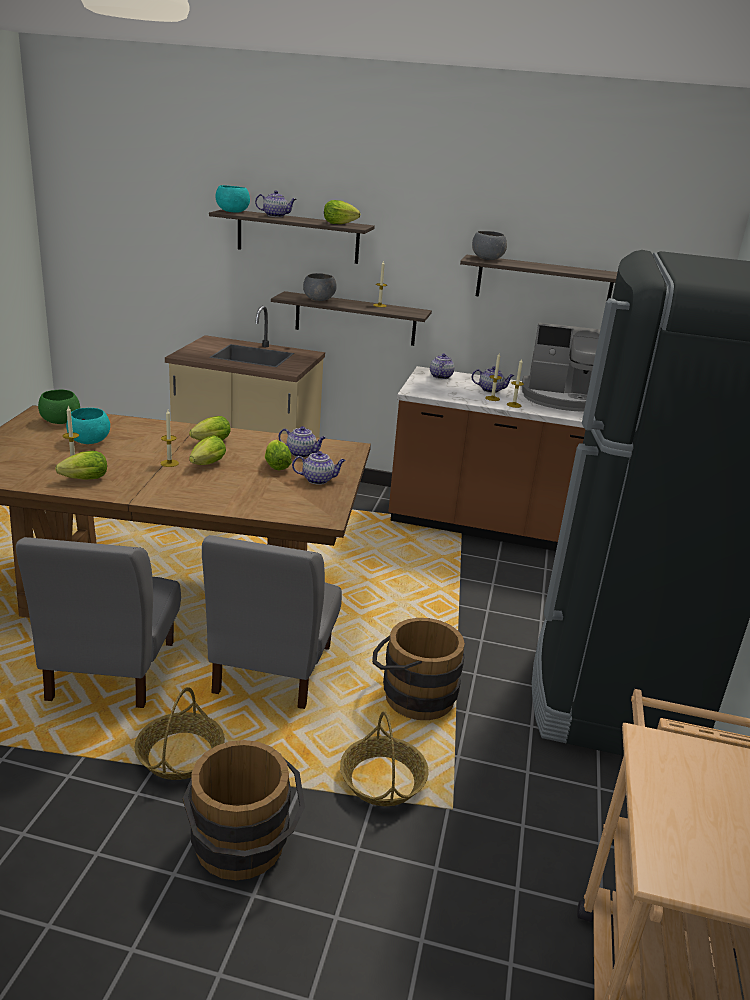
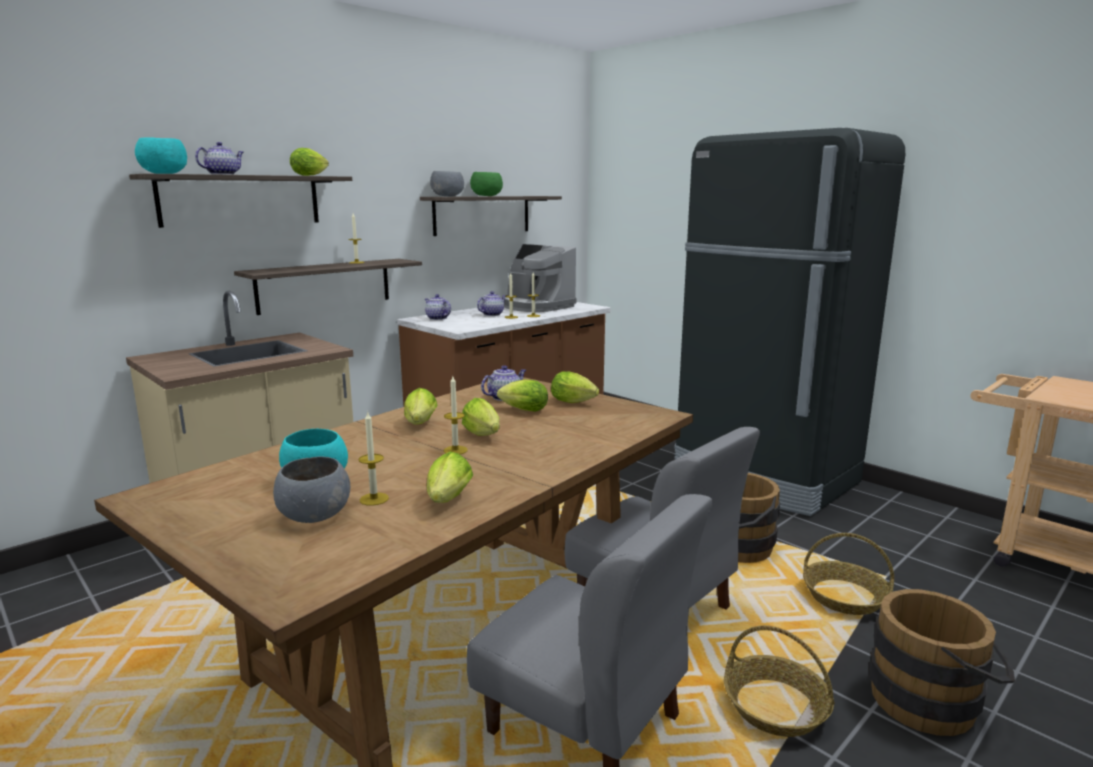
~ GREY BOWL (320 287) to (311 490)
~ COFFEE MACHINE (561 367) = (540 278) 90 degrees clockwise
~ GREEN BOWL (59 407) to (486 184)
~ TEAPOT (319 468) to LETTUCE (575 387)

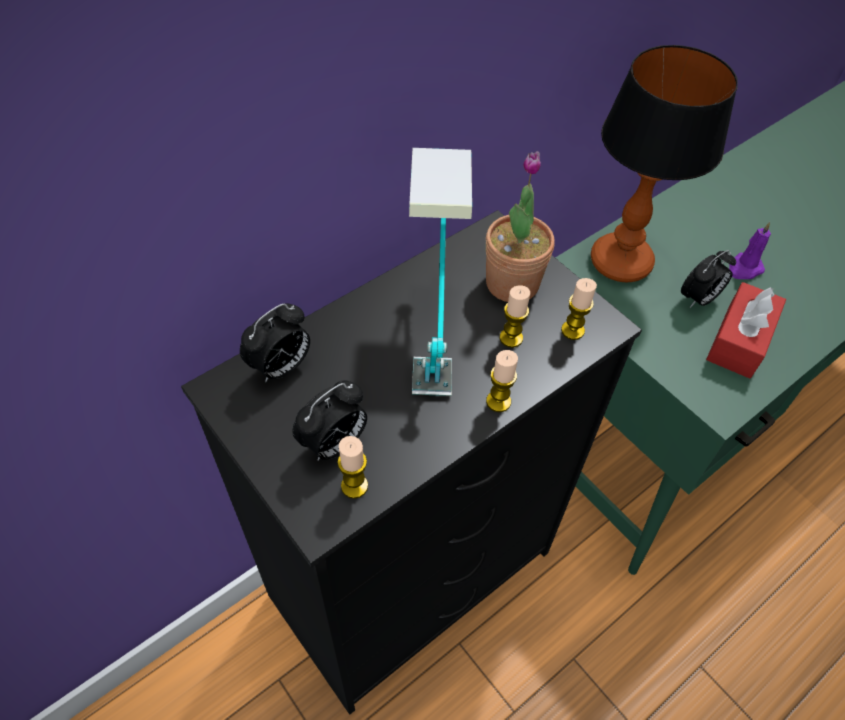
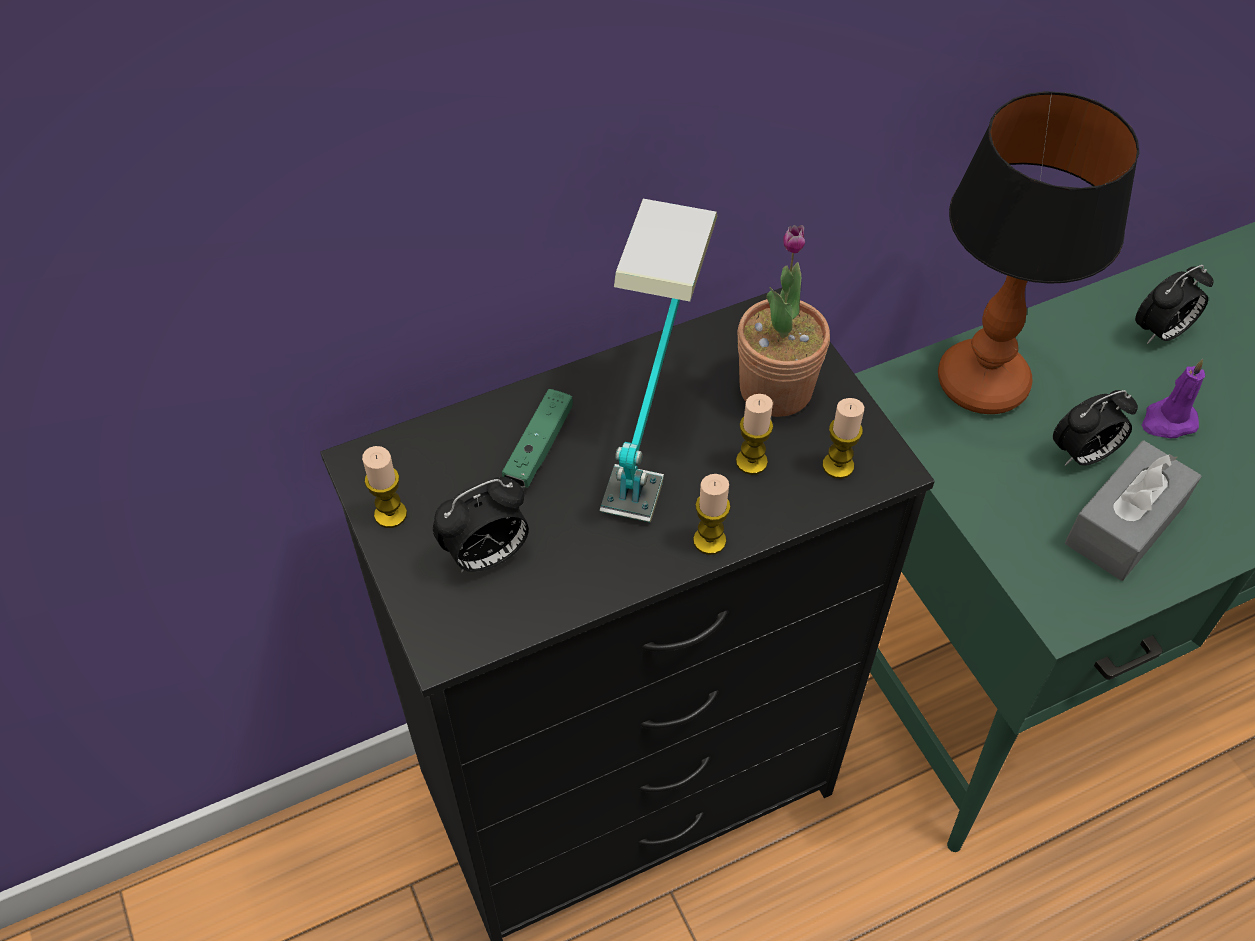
~ RED TISSUE BOX (746 330) to GREY TISSUE BOX (1133 511)
~ ALARM CLOCK (275 342) to (1174 304)
~ CANDLE (352 467) to (384 487)
+ GREEN GAME CONTROLLER (537 438)

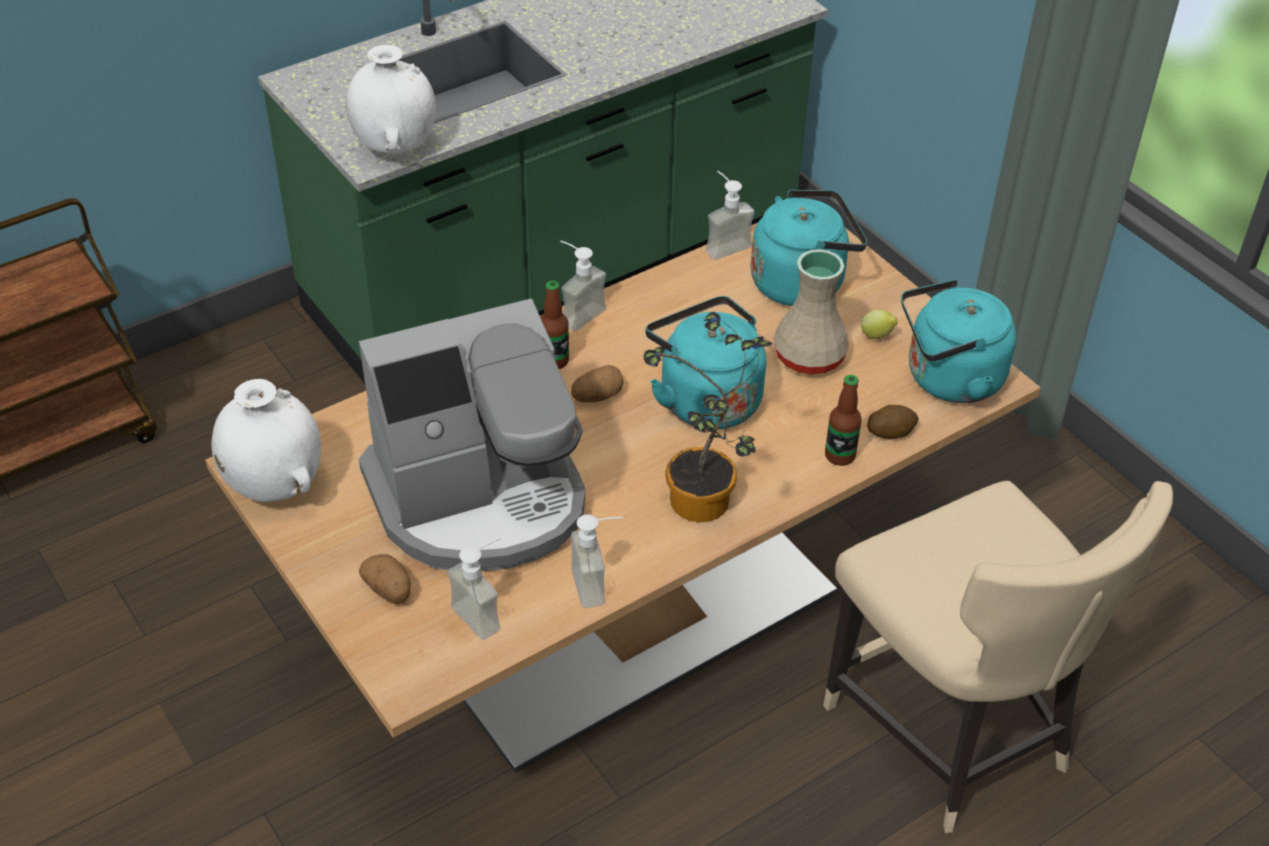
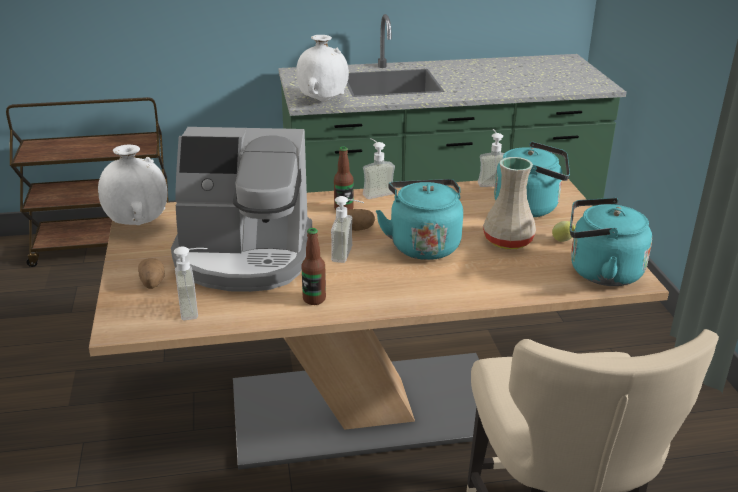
- POTTED PLANT (707 417)
~ BOTTLE (843 420) to (313 266)
- POTATO (893 422)
~ SOAP DISPENSER (597 561) to (347 229)

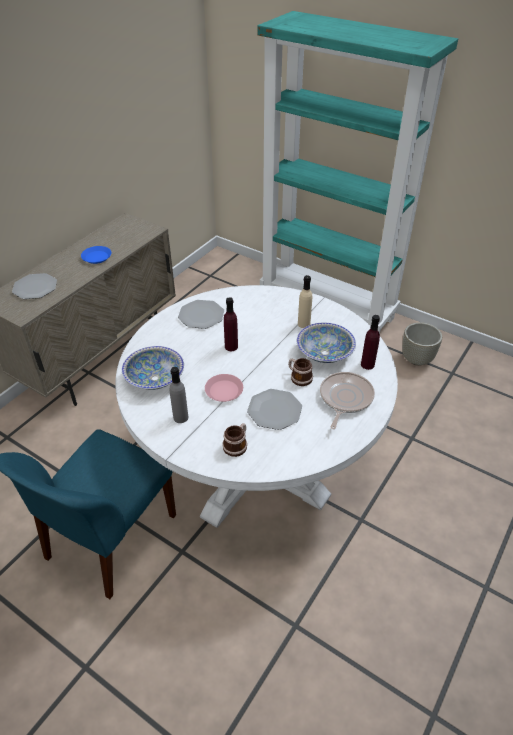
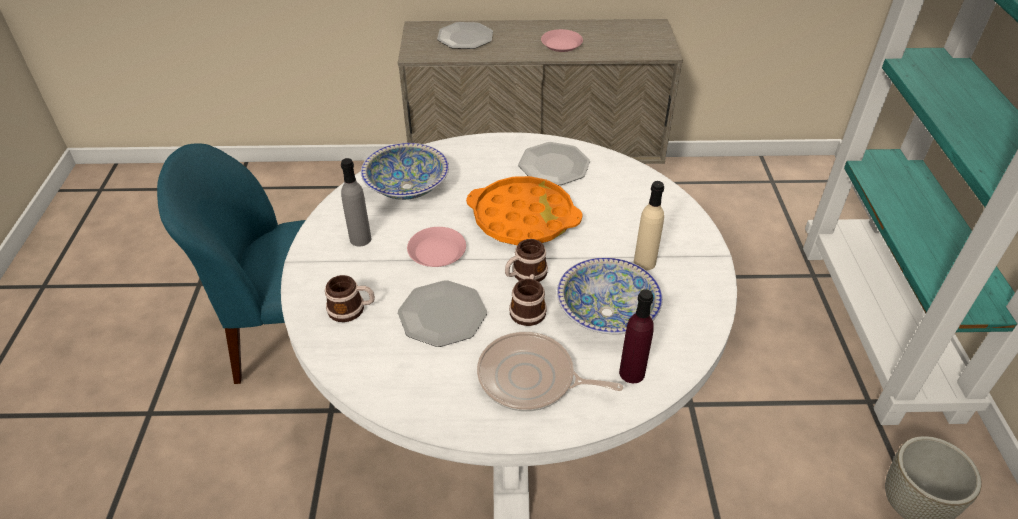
~ BLUE PLATE (96 255) to PINK PLATE (562 40)
~ PURPLE BOTTLE (231 324) to ORANGE TRAY (524 210)
~ FRYING PAN (347 400) = (550 371) 150 degrees counterclockwise
+ MUG (526 260)

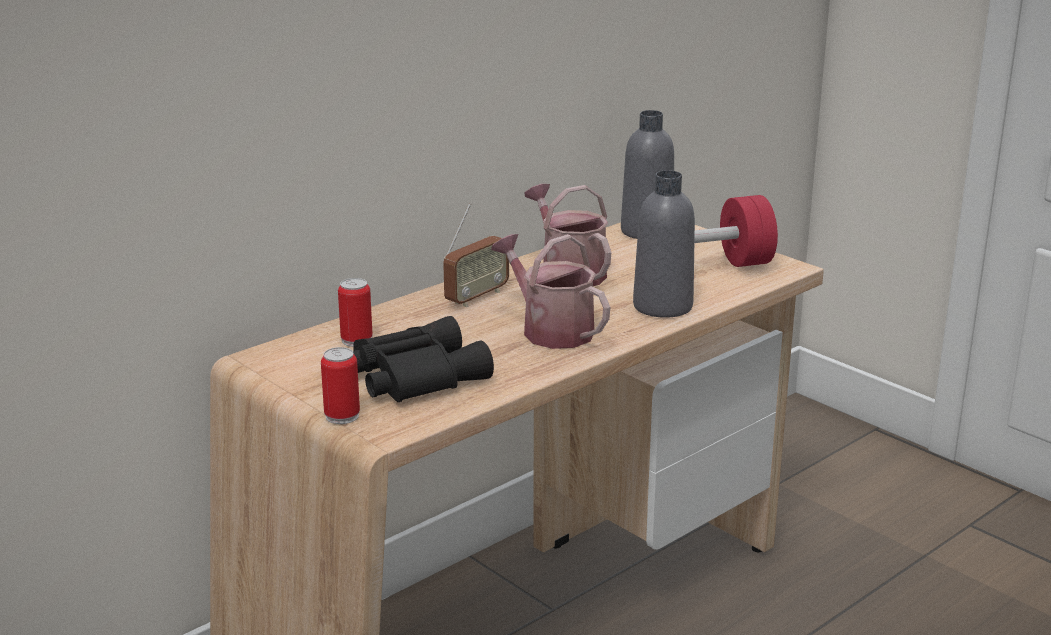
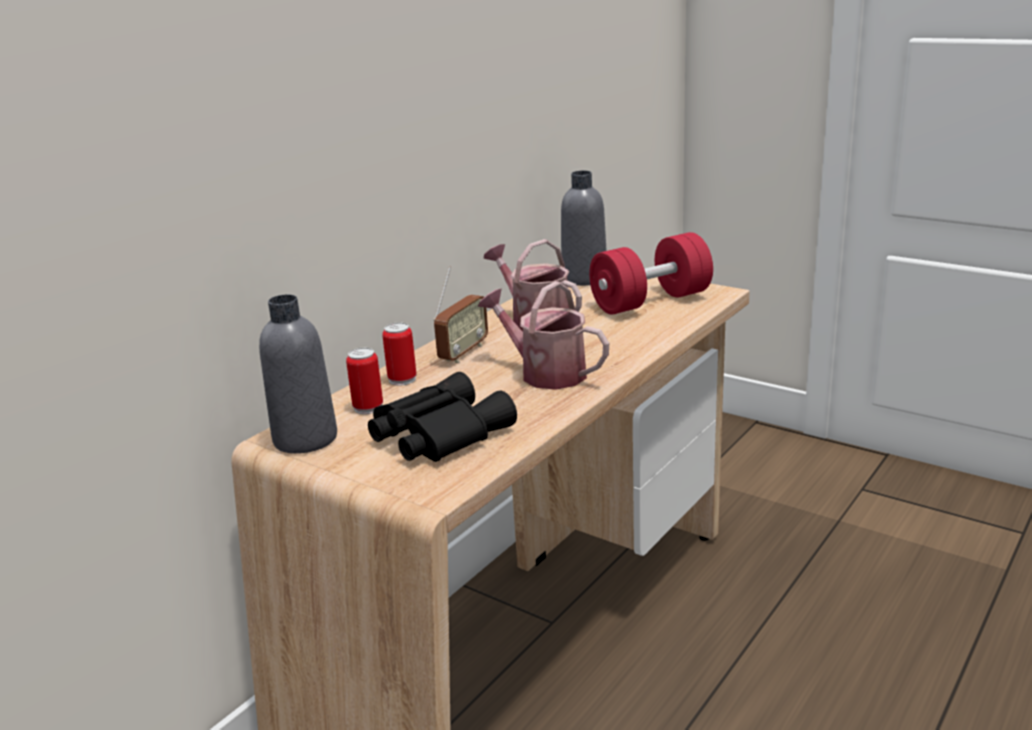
~ GREY BOTTLE (664 244) to (298 374)
~ CAN (340 385) to (399 353)

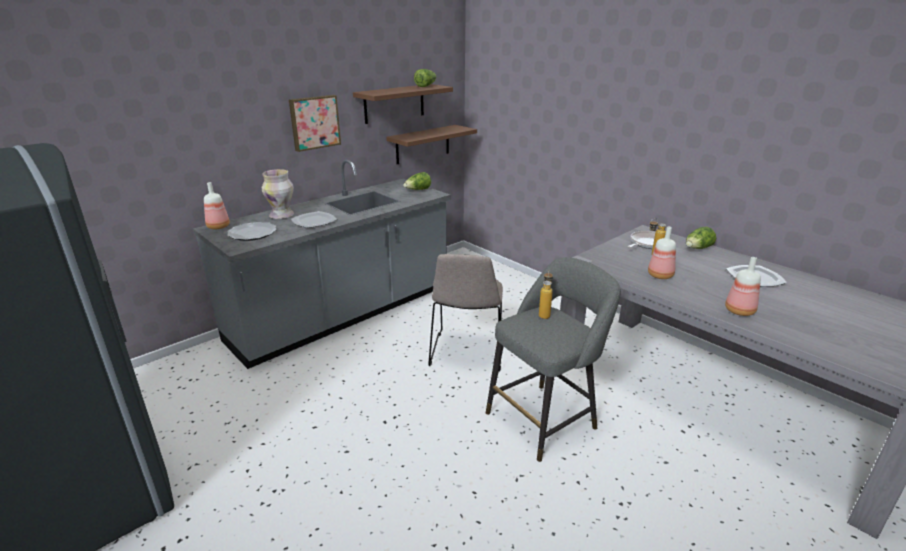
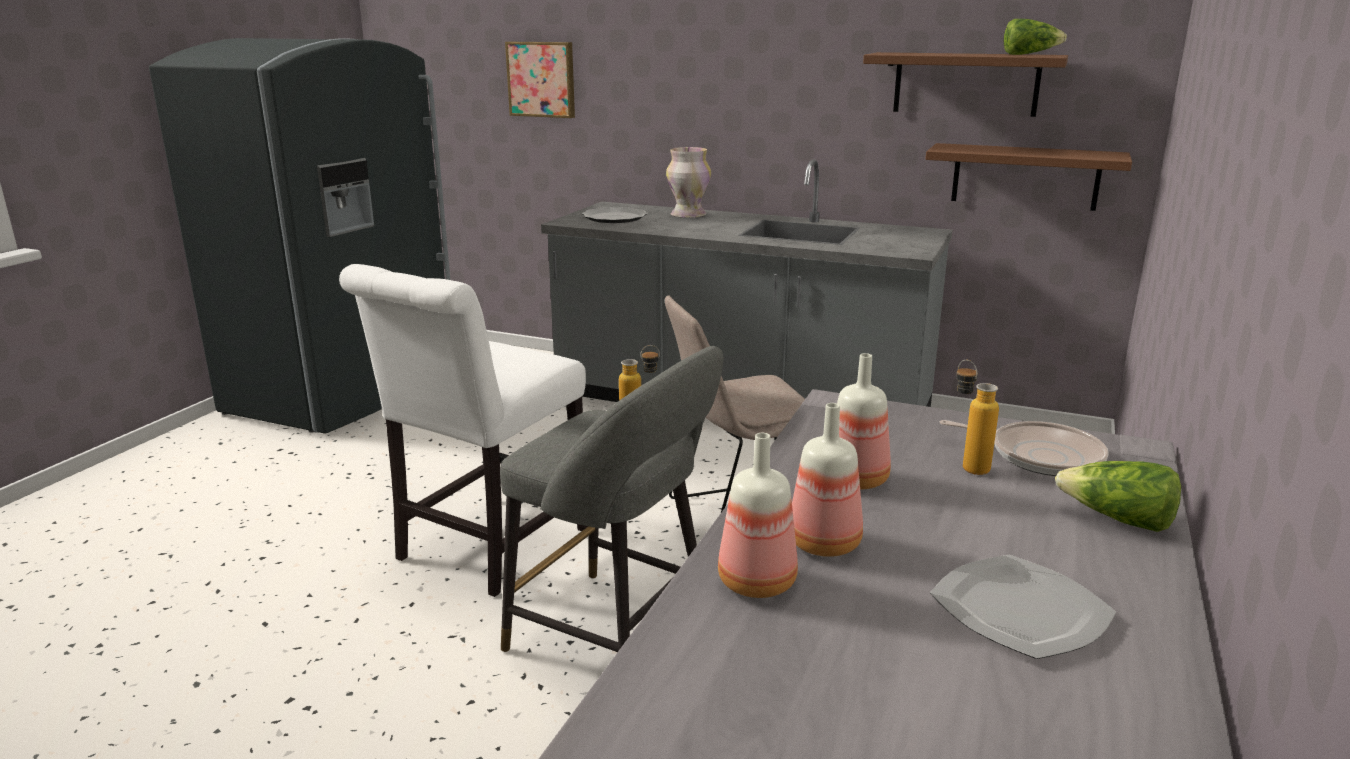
~ PICTURE (315 123) to (540 80)
- LETTUCE (417 181)
~ BOTTLE (217 205) to (827 480)
- PLATE (314 219)
+ WHITE CHAIR (463 430)

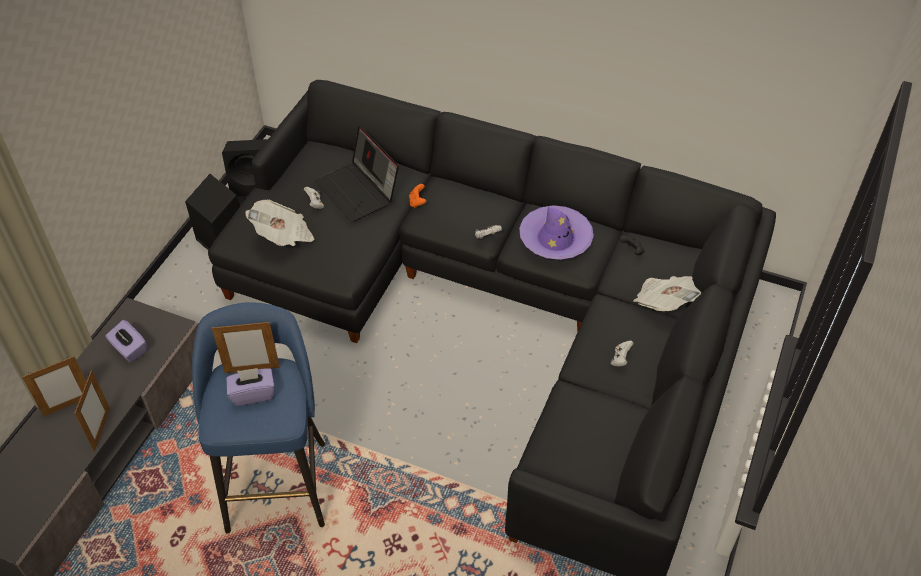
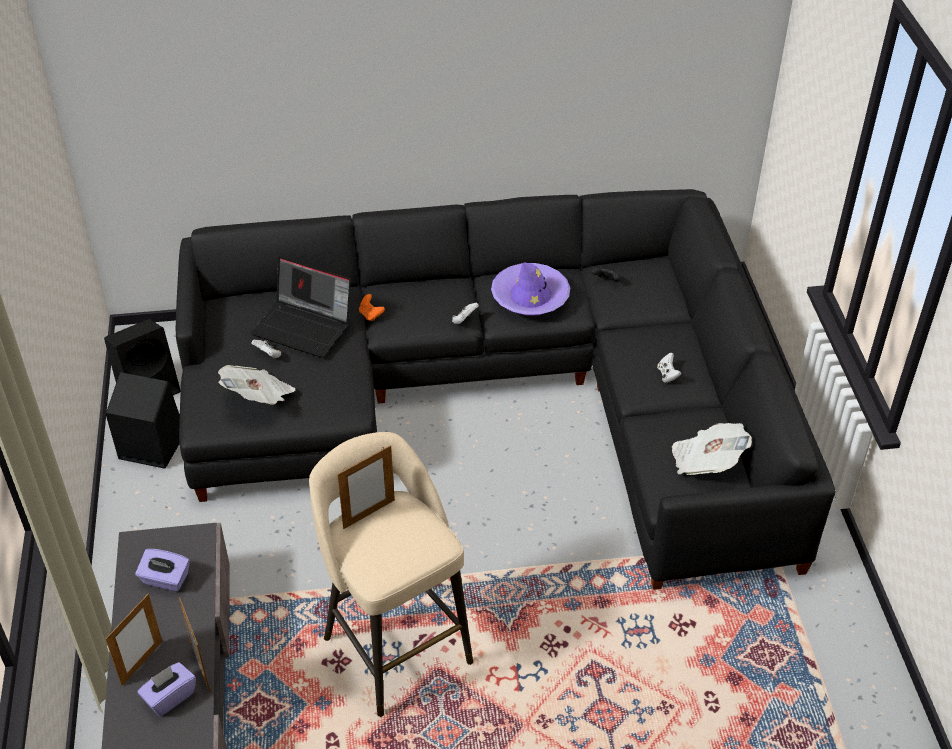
~ NEWSPAPER (667 293) to (712 449)
~ BLUE STOOL (258 418) to BEIGE STOOL (391 574)
~ PURPLE TISSUE BOX (250 387) to (166 689)

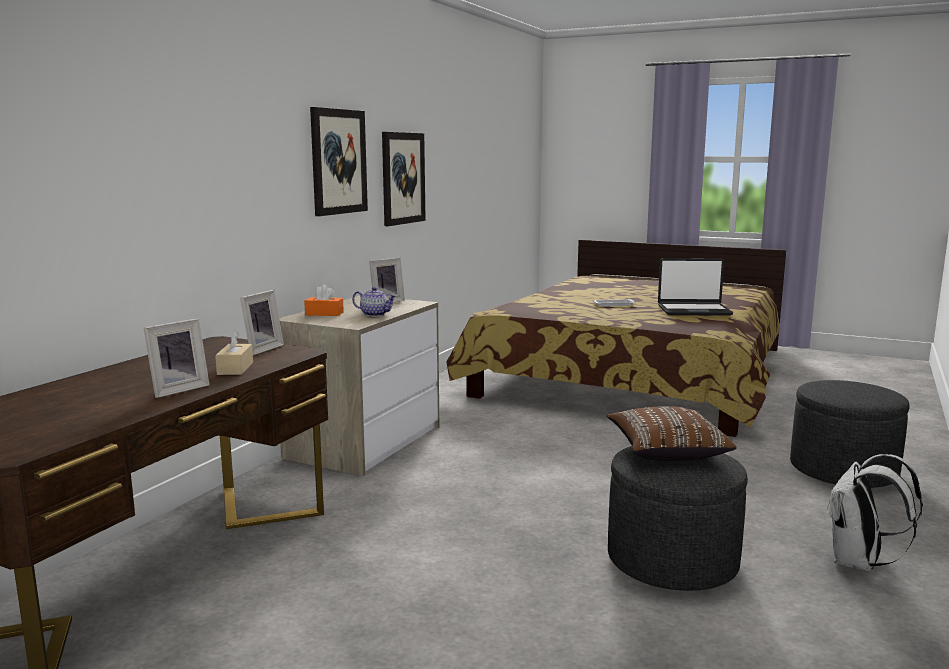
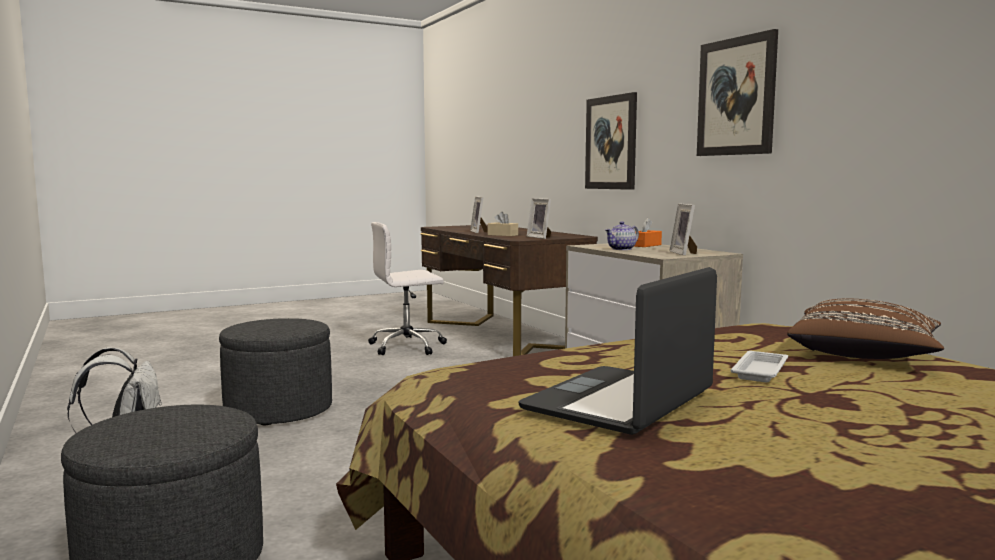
~ PICTURE (404 179) to (611 141)
~ BROWN PILLOW (671 433) to (865 328)
+ WHITE OFFICE CHAIR (408 288)

